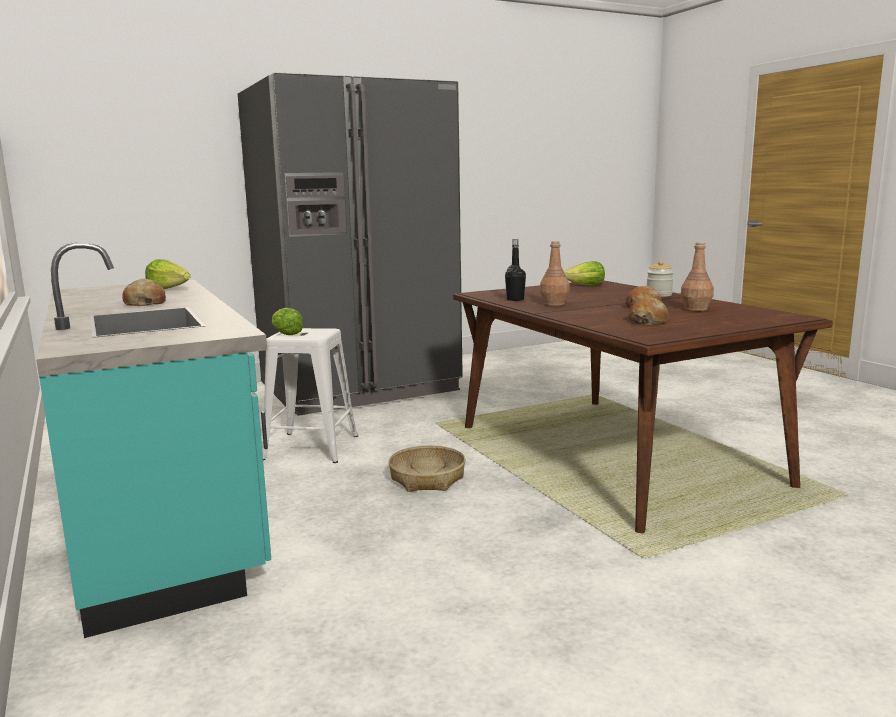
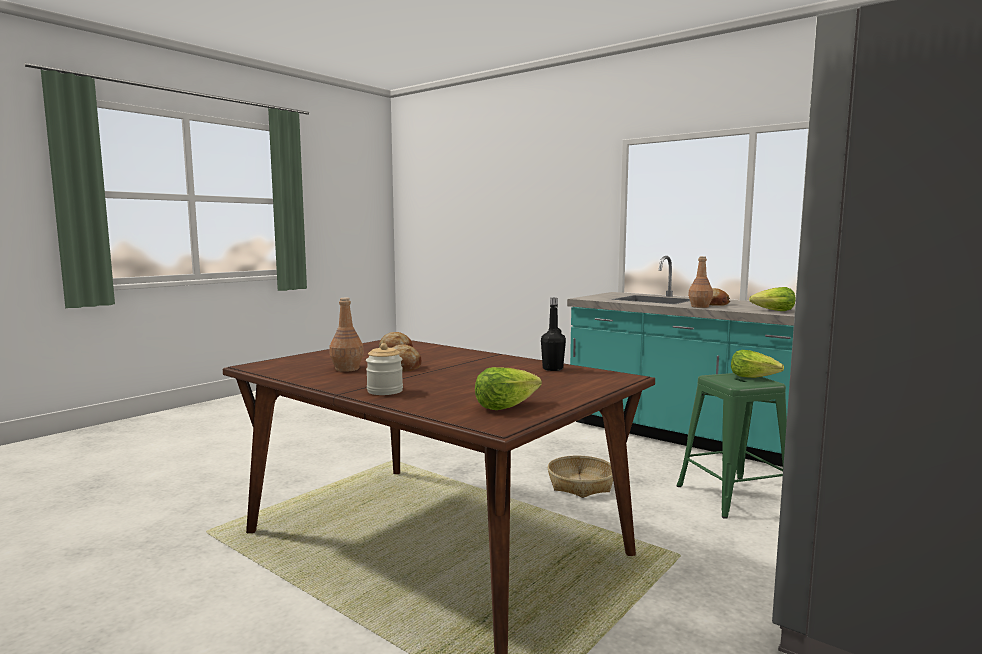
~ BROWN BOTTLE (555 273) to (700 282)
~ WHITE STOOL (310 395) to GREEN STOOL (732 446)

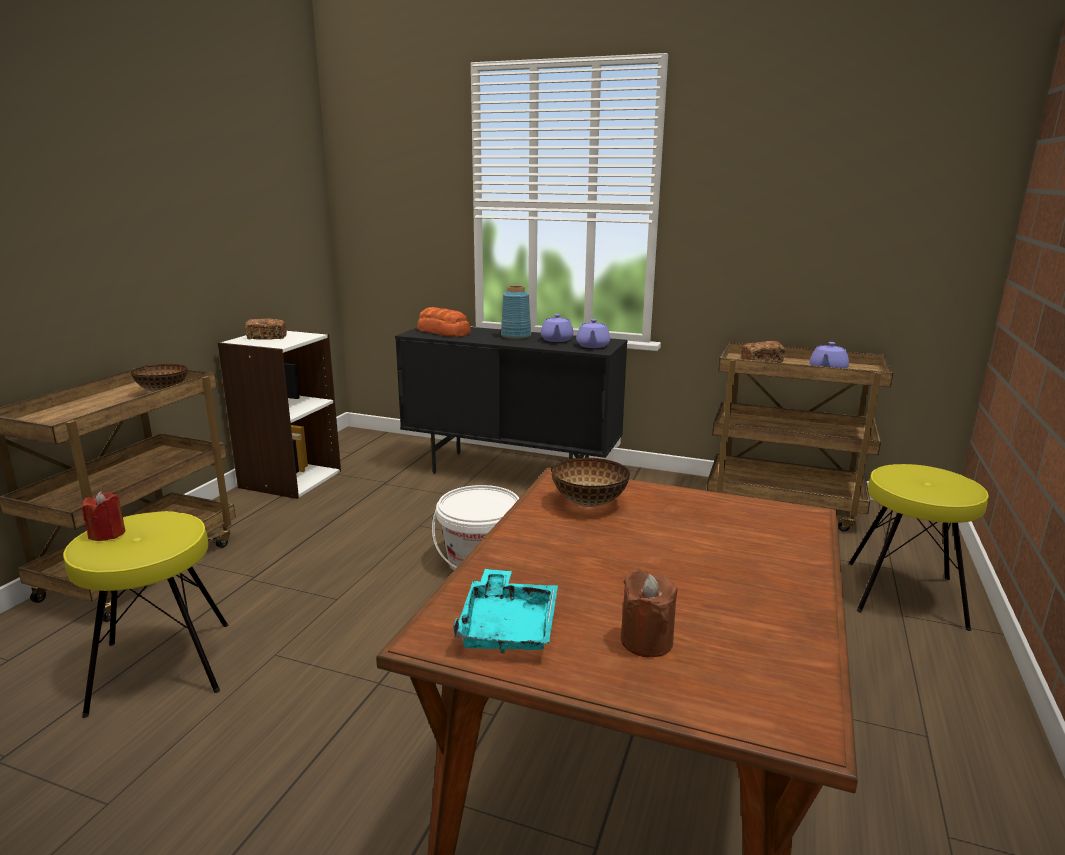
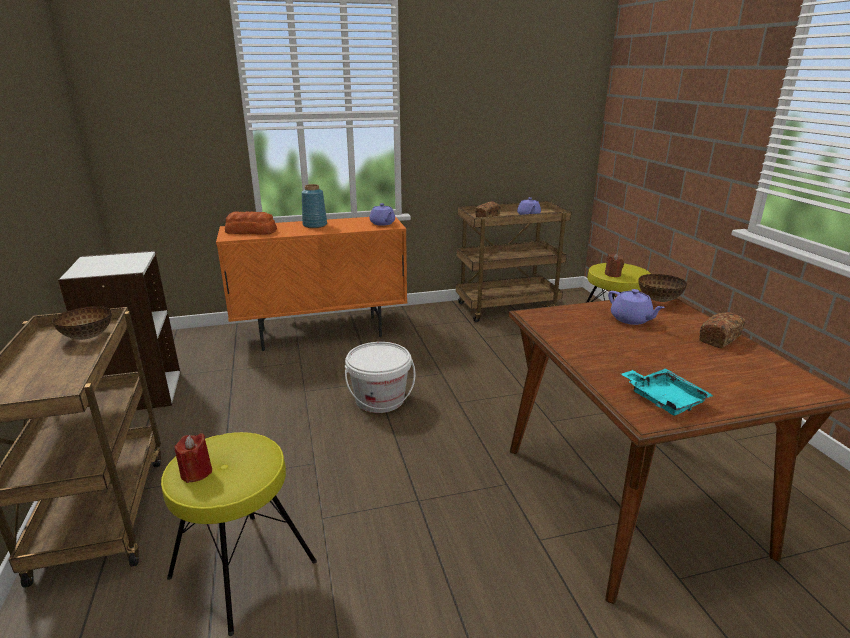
~ PURPLE TEAPOT (557 328) to (636 307)
~ BREAD (266 329) to (722 330)
~ BLACK CABINET (511 400) to ORANGE CABINET (311 283)
~ BOWL (590 482) to (662 288)
~ BROWN CANDLE (649 612) to (614 265)

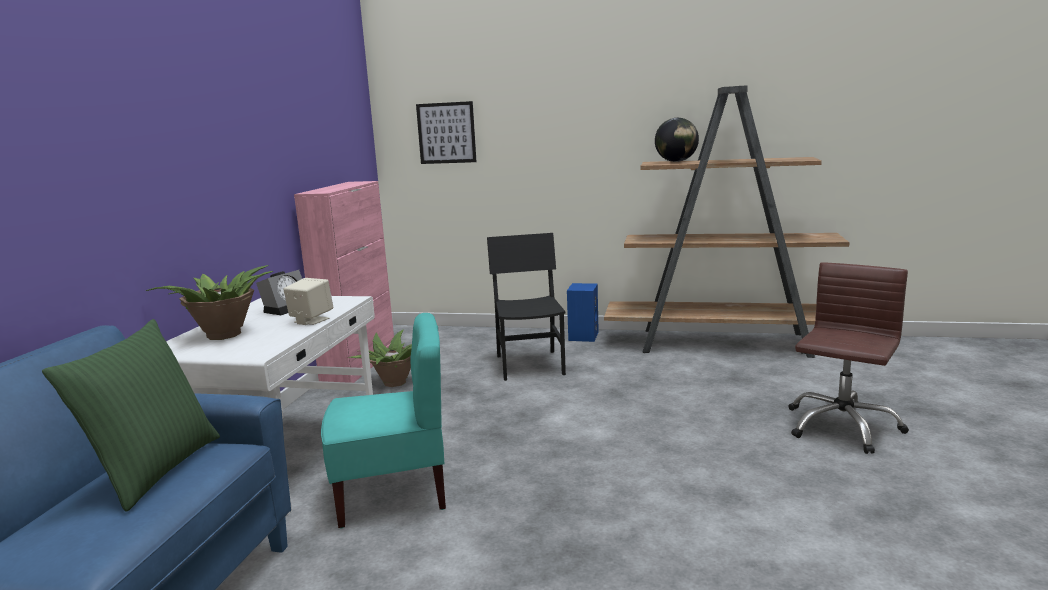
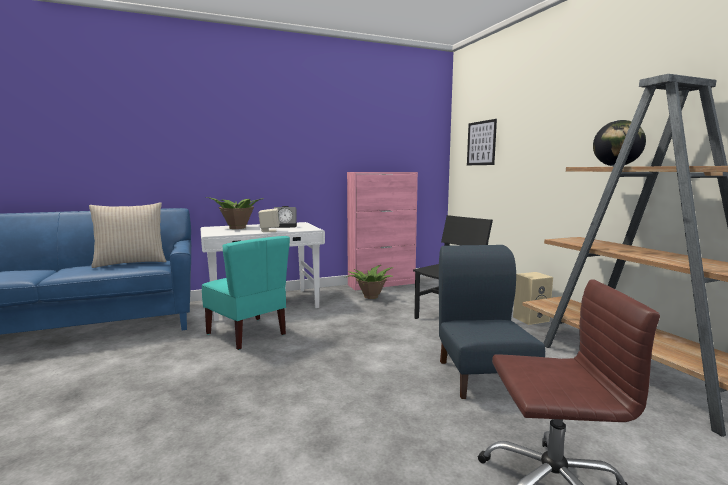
~ BLUE SPEAKER (583 312) to BEIGE SPEAKER (533 298)
~ GREEN PILLOW (131 415) to BEIGE PILLOW (127 235)
+ BLUE CHAIR (492 322)

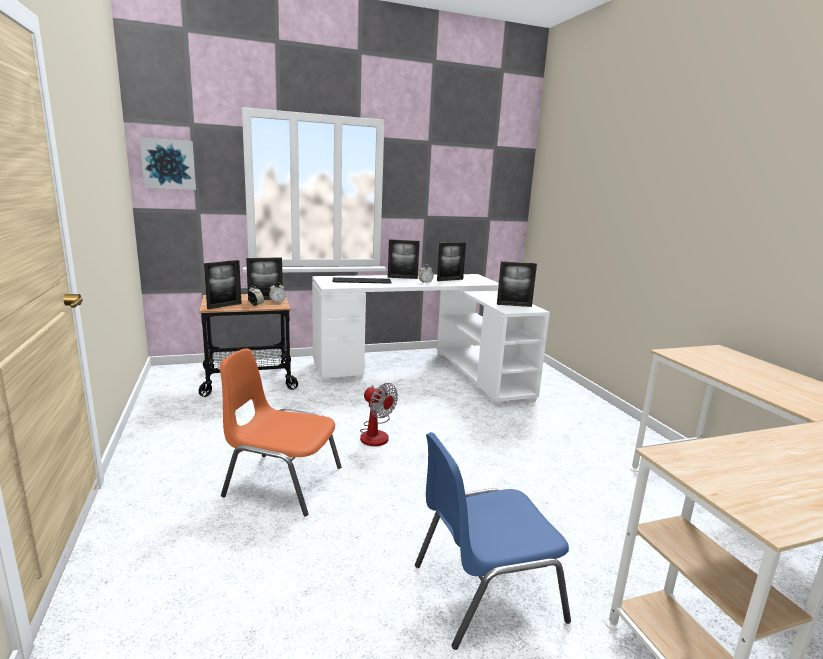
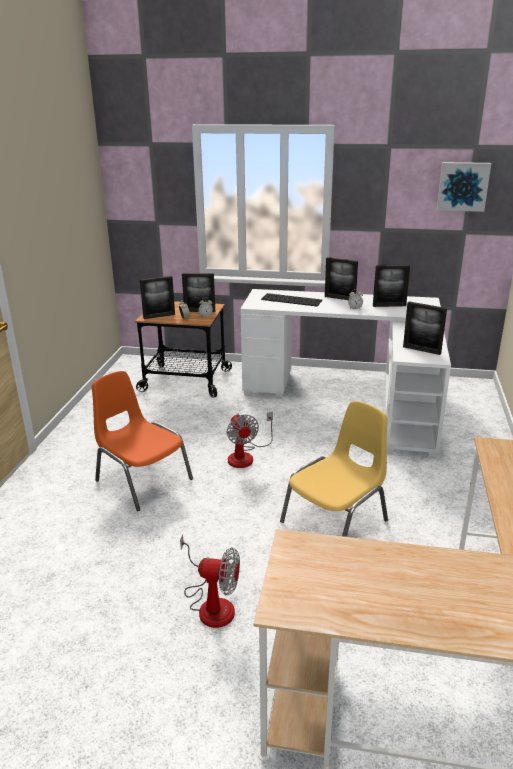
~ PICTURE (168 164) to (464 187)
~ BLUE CHAIR (493 541) to FAN (210 581)
+ YELLOW CHAIR (334 469)

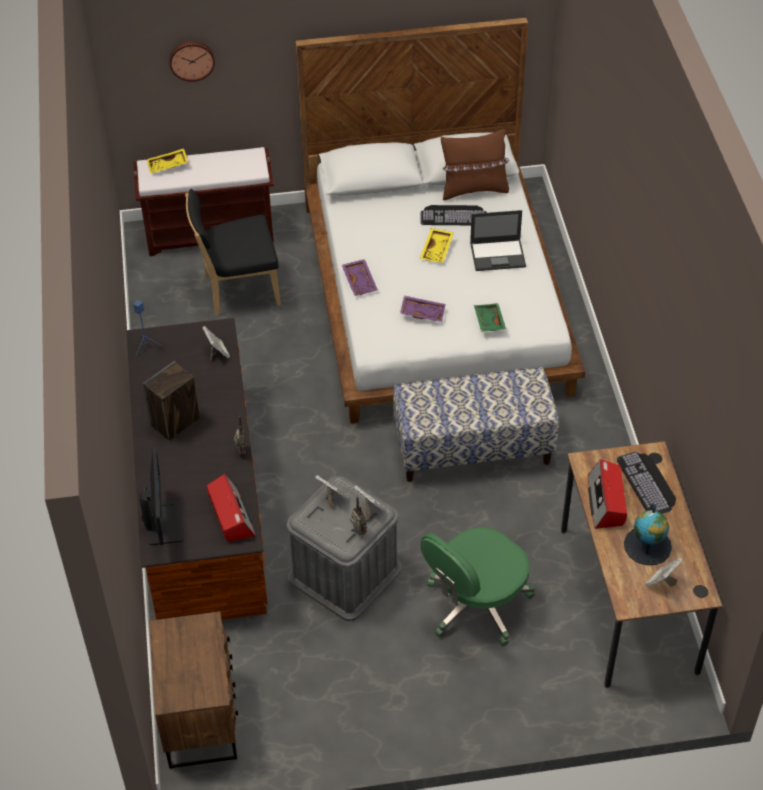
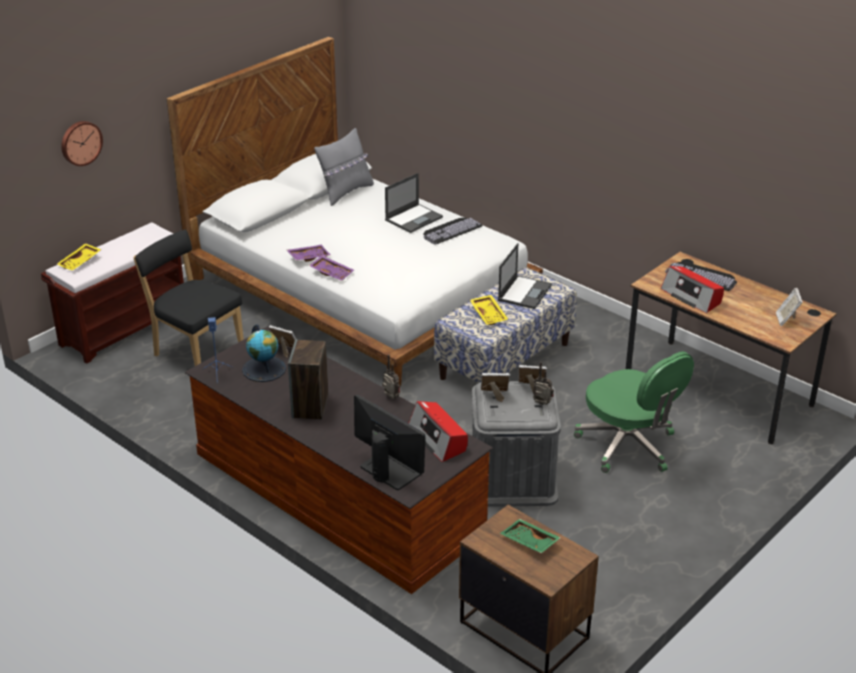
~ BROWN PILLOW (475 164) to GREY PILLOW (344 167)
~ BLACK CHAIR (233 252) = (188 298) 90 degrees clockwise
~ KEYBOARD (453 215) to (452 231)
~ YELLOW TRAY (437 245) to (489 310)
~ PURPLE TRAY (423 309) to (309 253)
~ GREEN TRAY (490 317) to (530 536)
~ RADIO (231 508) = (438 431) 150 degrees counterclockwise
~ GLOBE (648 534) to (264 353)
~ GREEN OFFICE CHAIR (477 586) = (634 412) 45 degrees counterclockwise
+ LAPTOP (525 276)

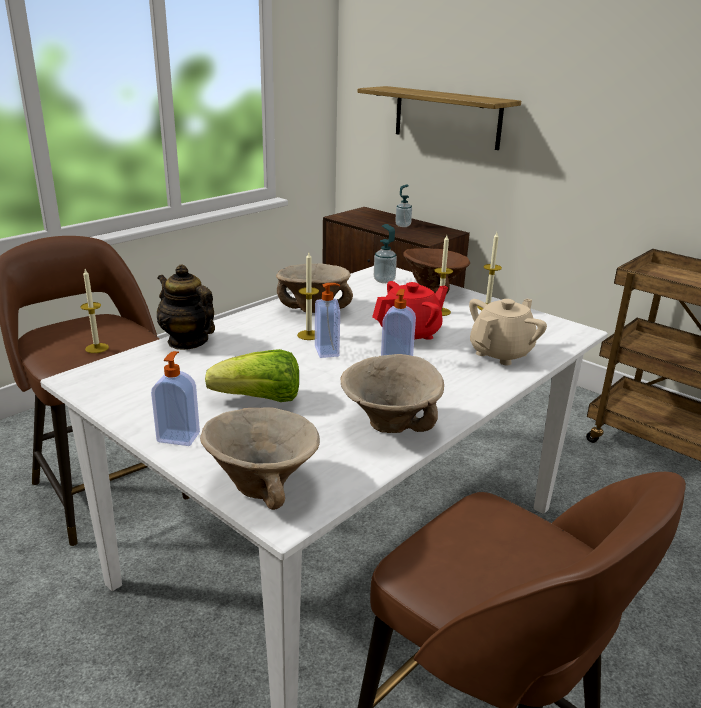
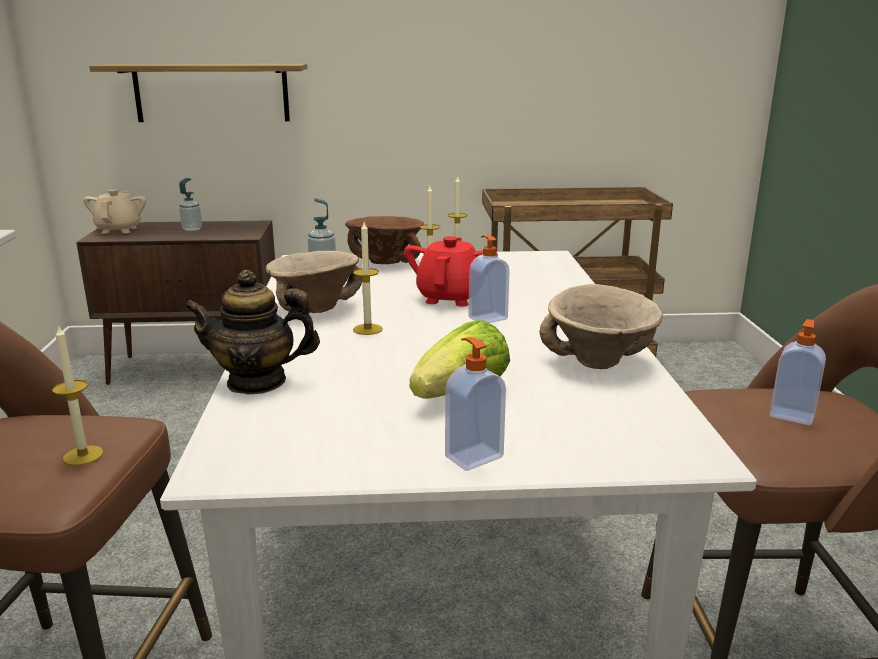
~ SOAP DISPENSER (327 320) to (797 372)
~ BEIGE TEAPOT (508 331) to (114 211)
- BEIGE BOWL (260 458)

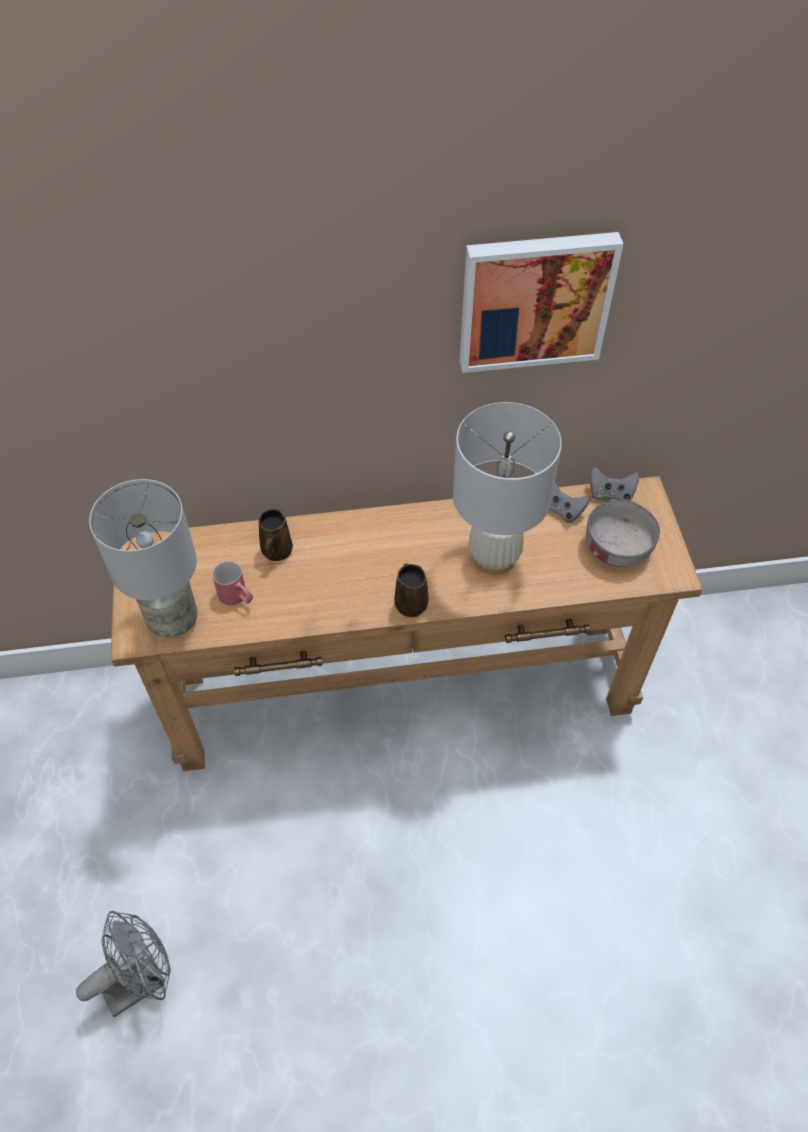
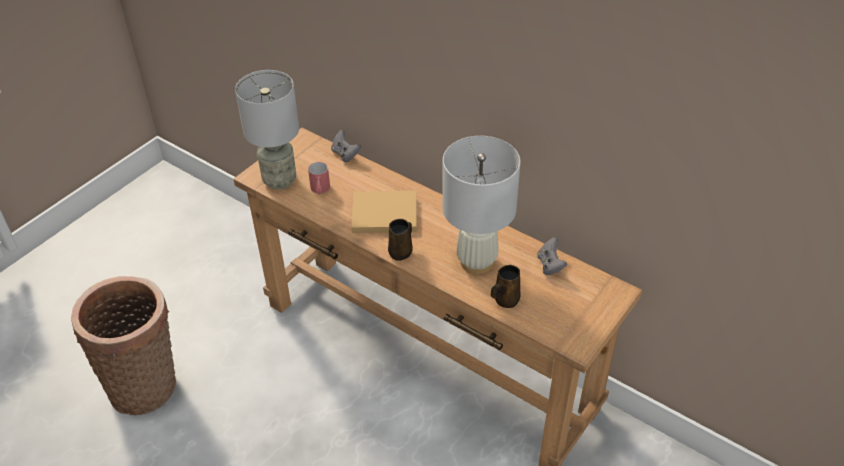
- PICTURE (541 302)
~ GREY GAME CONTROLLER (614 484) to (346 146)
- GREY BOWL (623 533)
~ BROWN MUG (276 535) to (505 286)
~ GREY FAN (123 964) to BASKET (123 345)
+ BEIGE BOOK (384 212)

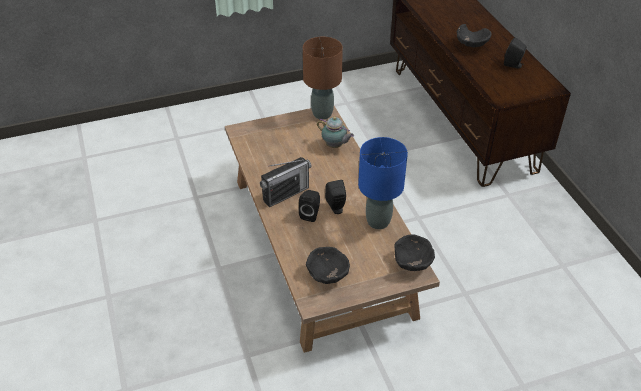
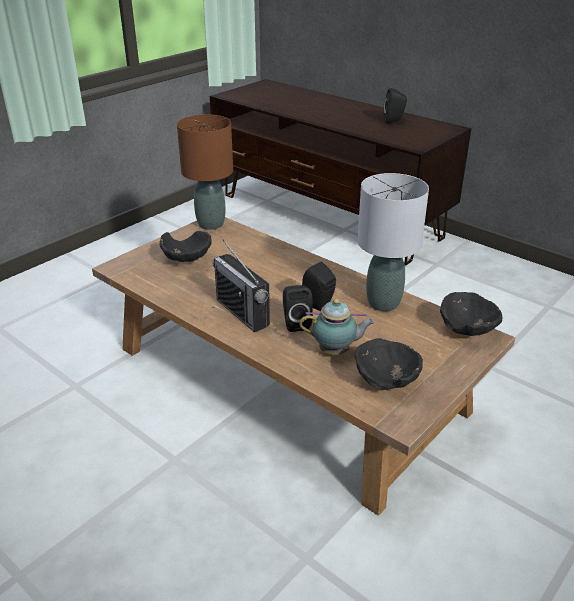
~ BLACK BOWL (474 35) to (186 246)
~ TEAPOT (335 132) to (337 327)
~ BLUE TABLE LAMP (383 183) to GREY TABLE LAMP (393 242)
~ RADIO (285 182) = (241 286) 120 degrees clockwise

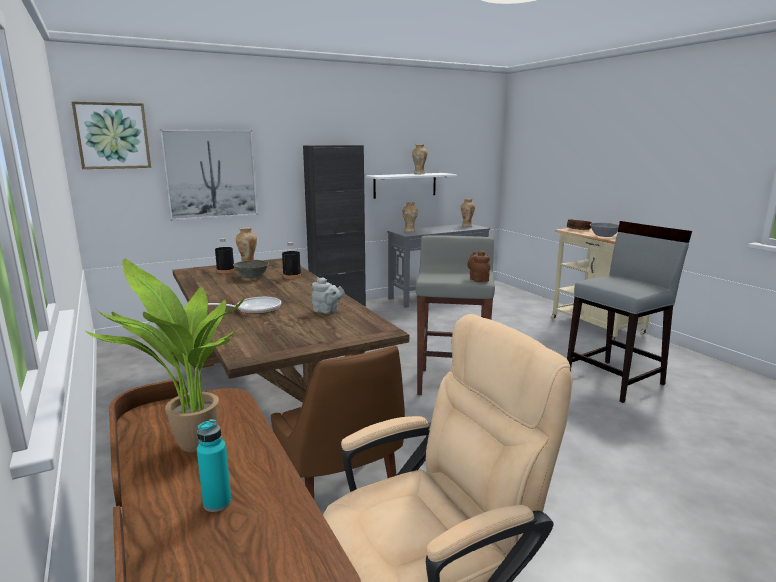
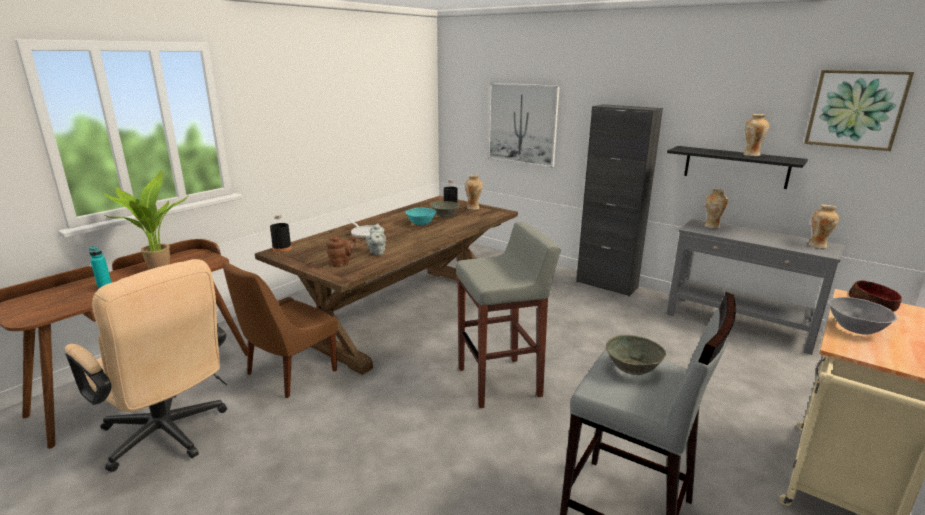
~ PICTURE (111 135) to (859 110)
~ WHITE SHELF (411 186) to BLACK SHELF (737 167)
~ BLACK BOTTLE (291 260) to (281 233)
~ BROWN TEAPOT (478 266) to (341 251)
+ TURQUOISE BOWL (421 216)
+ GREY BOWL (636 355)

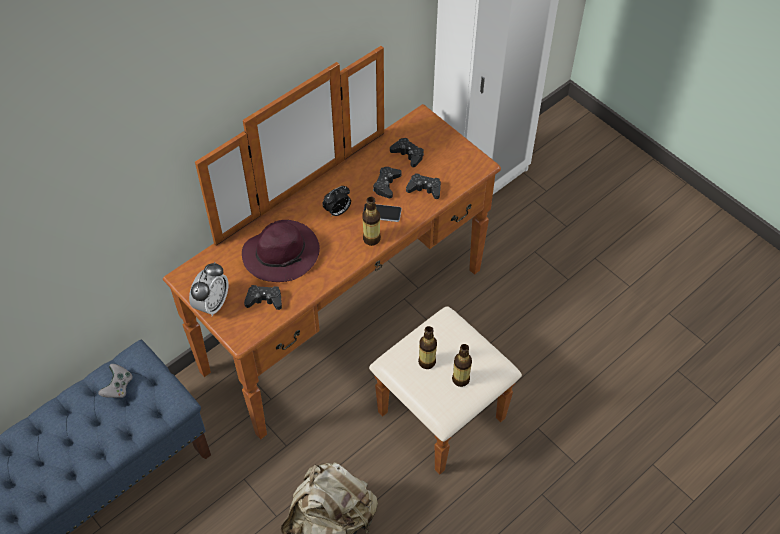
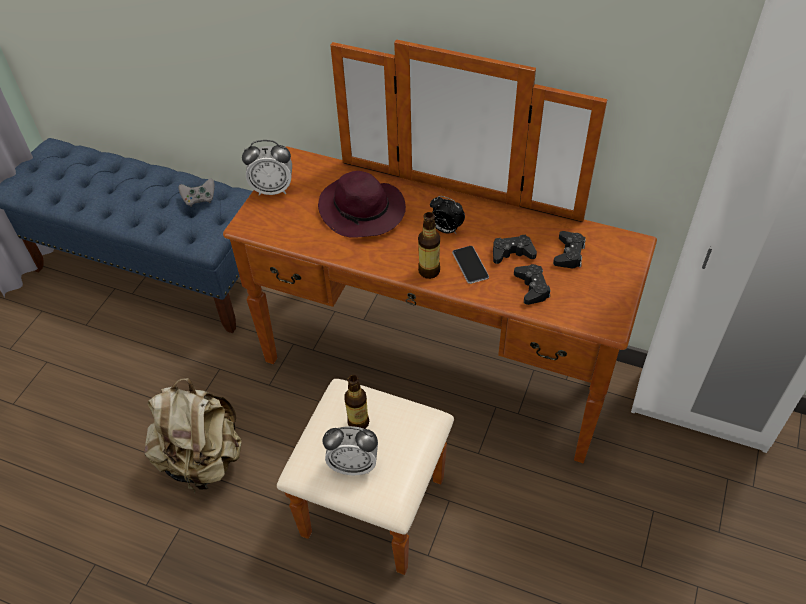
- BLACK GAME CONTROLLER (263 297)
~ BOTTLE (462 365) to ALARM CLOCK (350 450)

